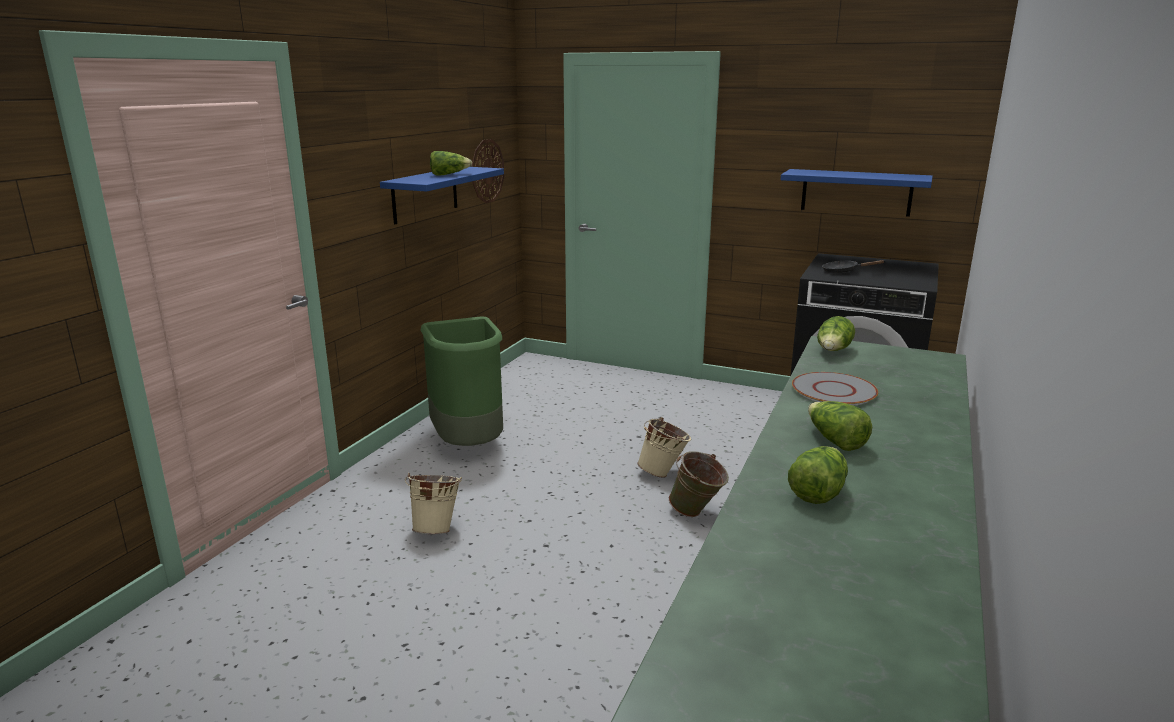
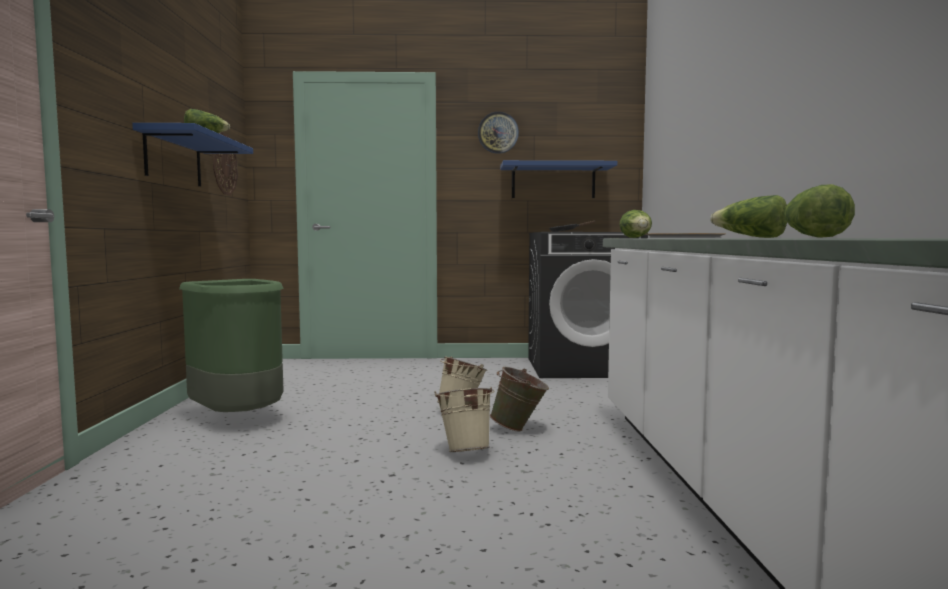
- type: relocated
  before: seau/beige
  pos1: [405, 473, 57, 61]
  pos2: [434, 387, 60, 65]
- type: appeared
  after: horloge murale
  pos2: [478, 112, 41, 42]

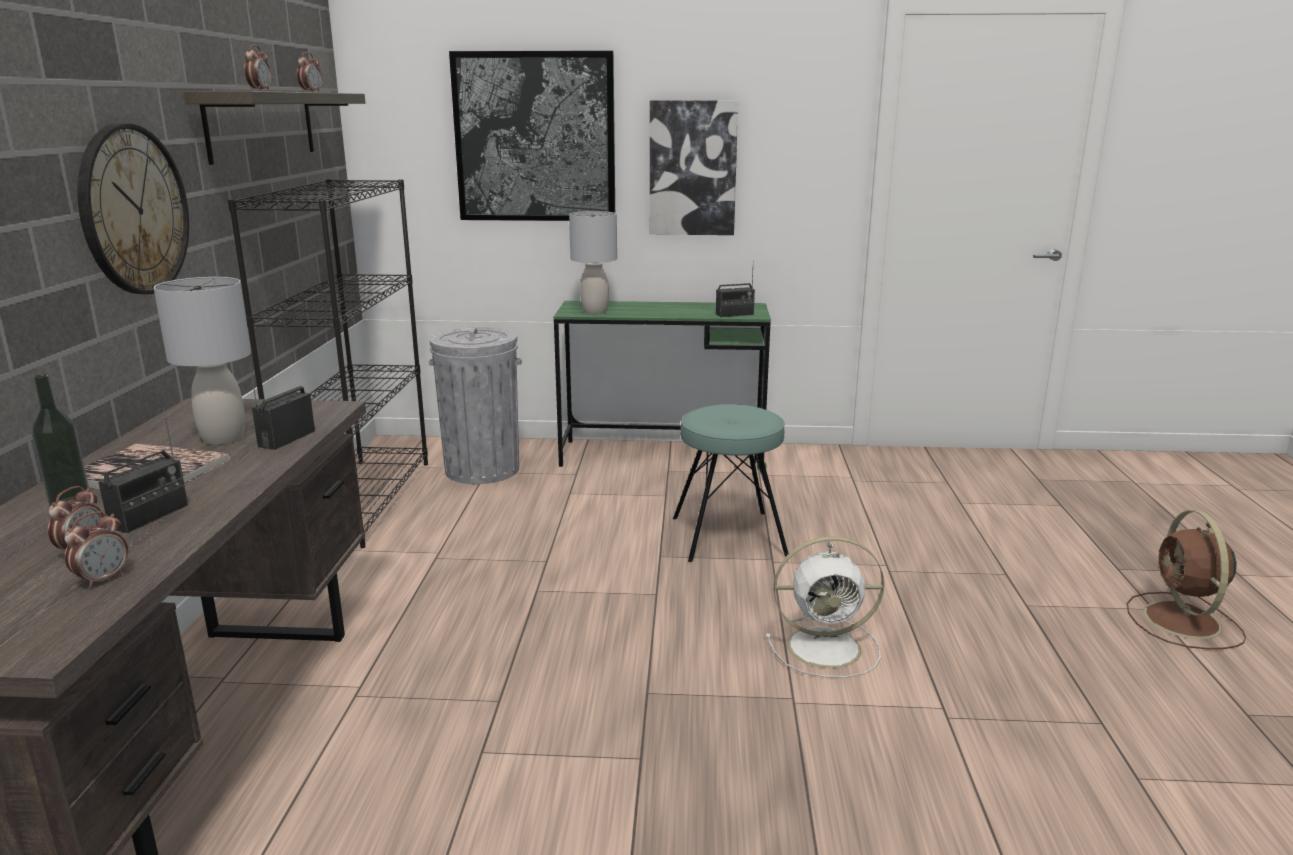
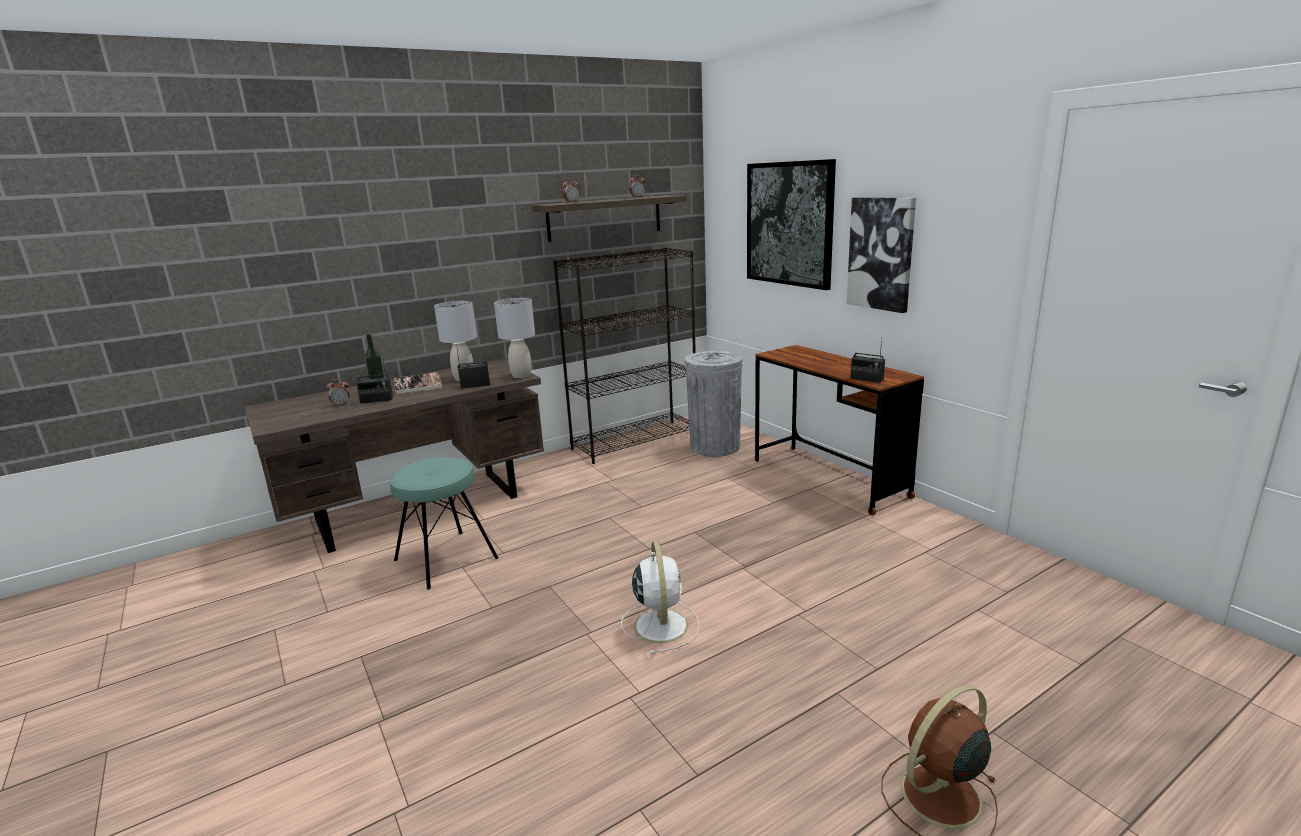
- type: missing
  before: réveil
  pos1: [64, 511, 64, 78]
- type: missing
  before: horloge murale
  pos1: [77, 123, 112, 171]
- type: colour
  before: bureau/vert
  after: bureau/marron
  pos1: [554, 301, 217, 170]
  pos2: [755, 345, 169, 171]
- type: relocated
  before: lampe de table/gris
  pos1: [569, 211, 48, 103]
  pos2: [494, 298, 41, 80]
- type: relocated
  before: tabouret/turquoise
  pos1: [673, 404, 116, 158]
  pos2: [389, 457, 109, 133]
- type: spun
  before: ventilateur/blanc
  pos1: [766, 536, 119, 142]
  pos2: [621, 541, 79, 113]
  turn: -150

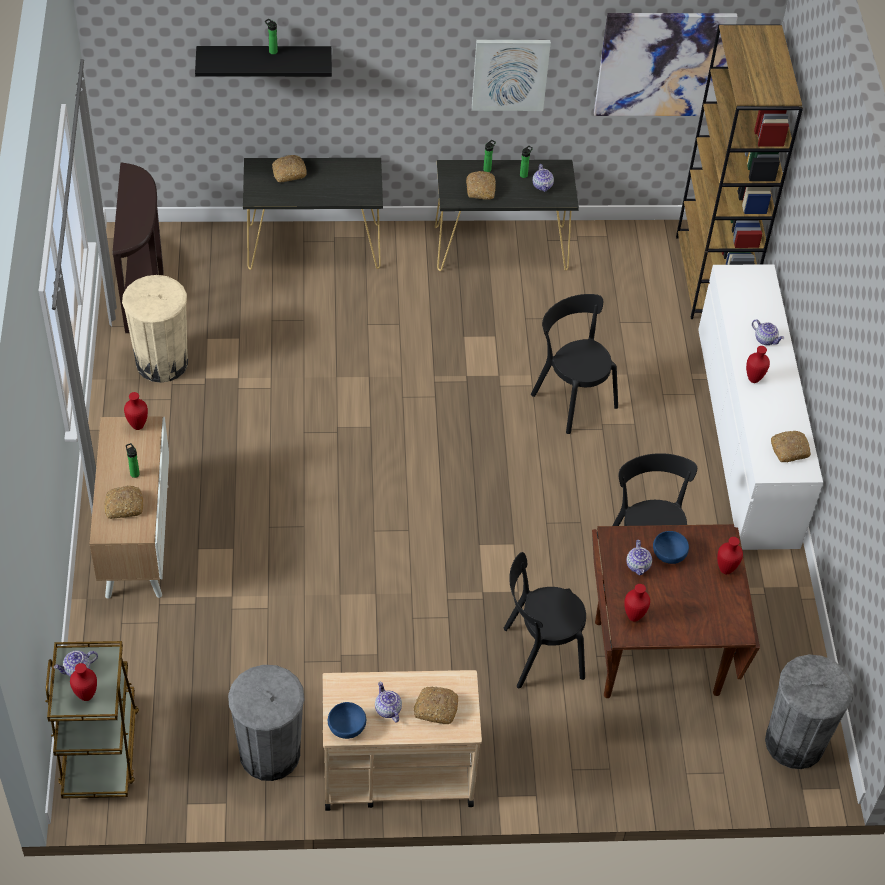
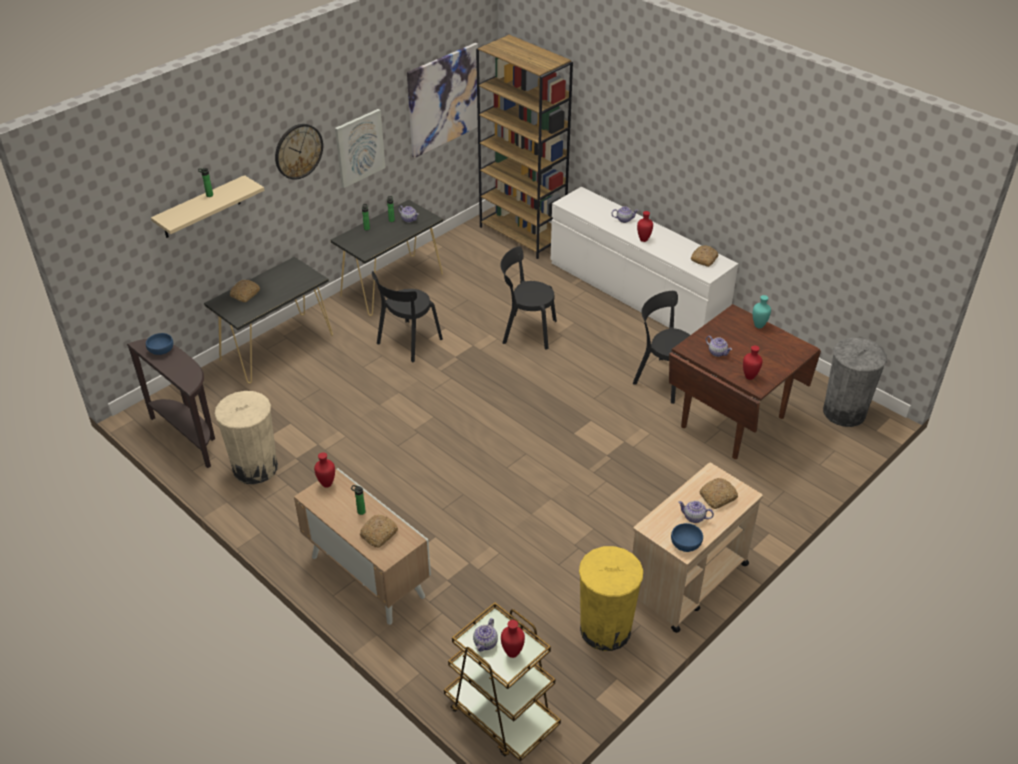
- type: colour
  before: étagère/noir
  after: étagère/beige
  pos1: [195, 46, 137, 31]
  pos2: [151, 175, 113, 63]
- type: colour
  before: poubelle/gris
  after: poubelle/jaune
  pos1: [228, 665, 77, 116]
  pos2: [579, 546, 64, 105]
- type: missing
  before: pain
  pos1: [466, 171, 30, 29]
- type: relocated
  before: chaise/noir
  pos1: [504, 552, 82, 136]
  pos2: [372, 271, 71, 91]
- type: relocated
  before: bol/bleu
  pos1: [653, 531, 36, 33]
  pos2: [146, 333, 27, 22]
- type: colour
  before: vase/rouge
  after: vase/turquoise
  pos1: [717, 537, 26, 37]
  pos2: [753, 295, 18, 33]
- type: appeared
  after: horloge murale
  pos2: [275, 124, 48, 56]

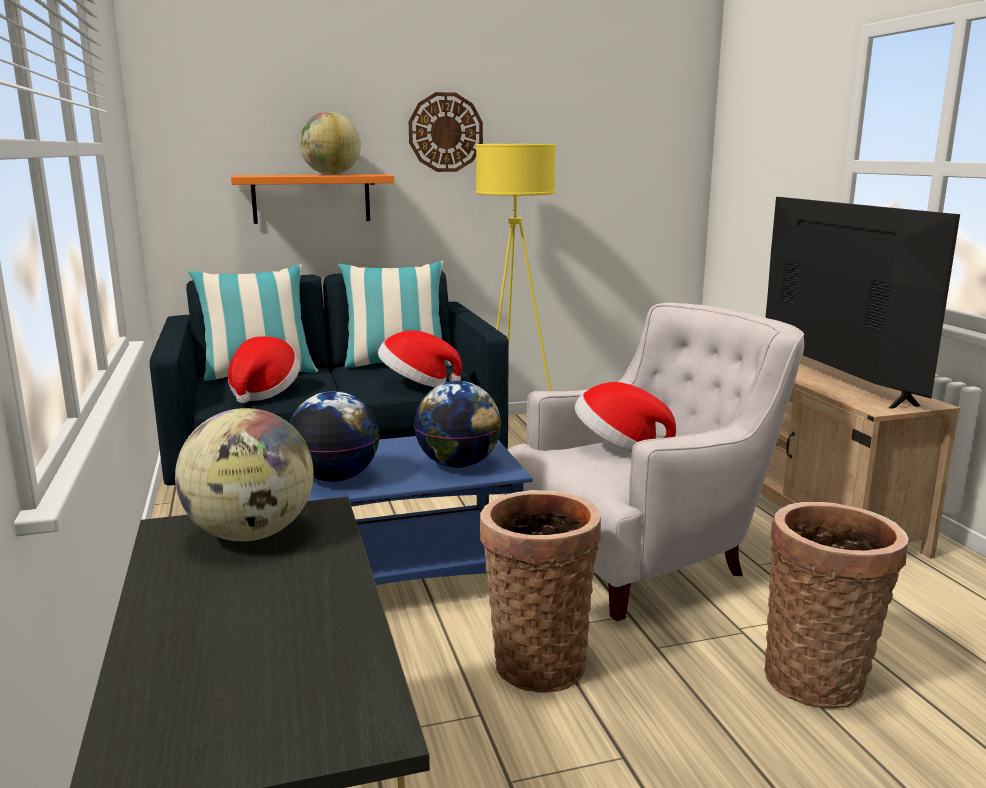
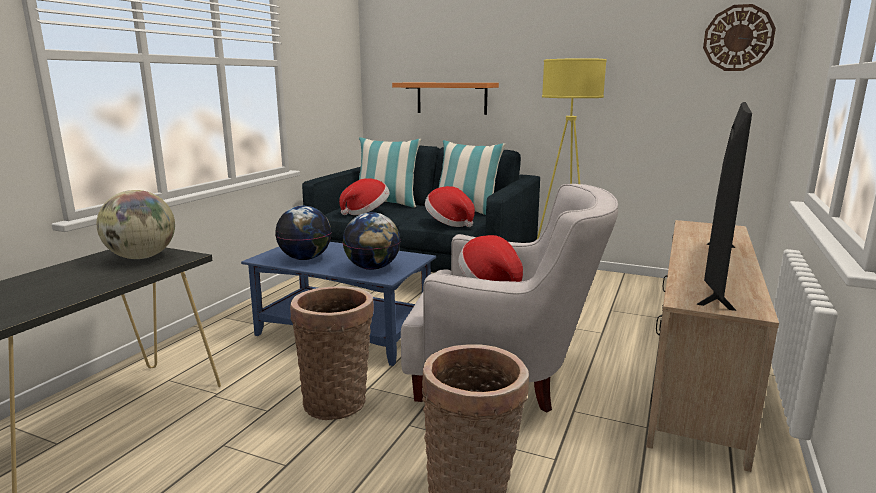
- type: missing
  before: globe
  pos1: [299, 112, 62, 63]
- type: relocated
  before: horloge murale
  pos1: [409, 92, 74, 80]
  pos2: [703, 4, 73, 67]

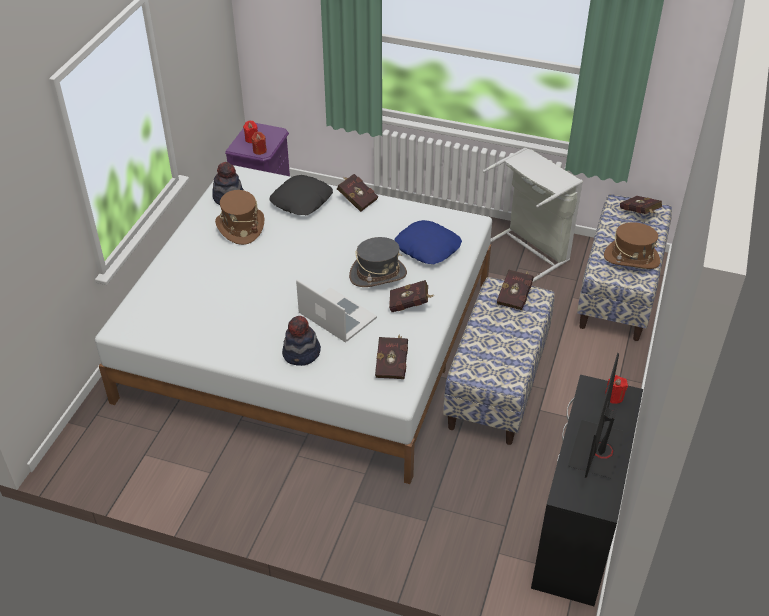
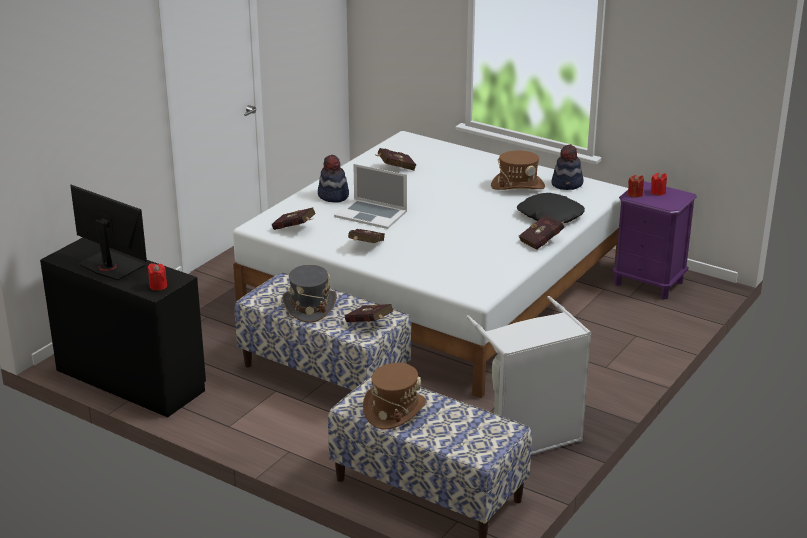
- type: spun
  before: ordinateur portable
  pos1: [296, 280, 81, 62]
  pos2: [334, 164, 73, 65]
  turn: 60
- type: relocated
  before: chapeau/gris
  pos1: [349, 237, 58, 50]
  pos2: [282, 265, 55, 58]
- type: missing
  before: coussin/bleu
  pos1: [395, 220, 67, 44]
- type: relocated
  before: livre/rouge
  pos1: [620, 196, 42, 18]
  pos2: [376, 148, 40, 22]

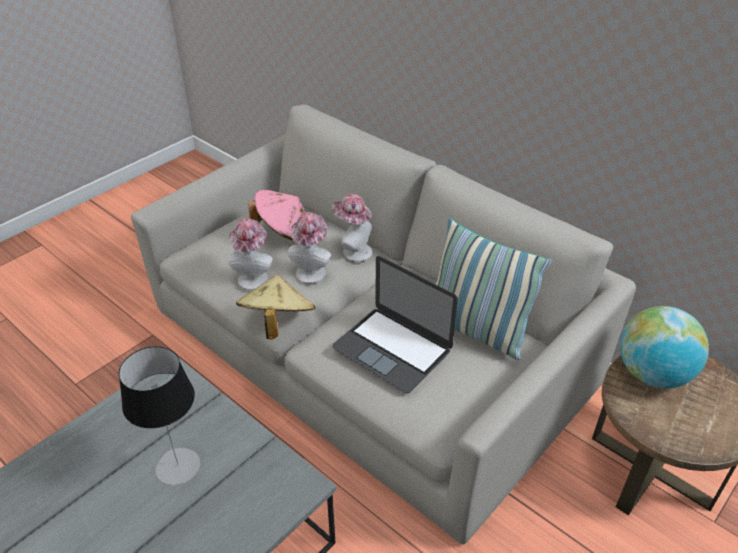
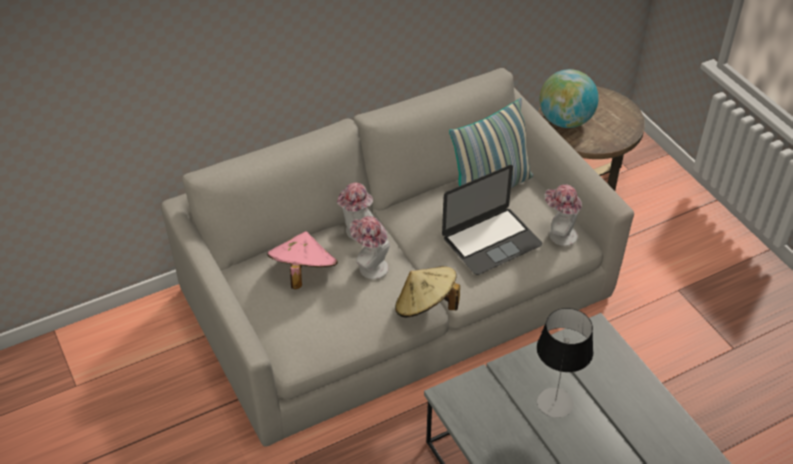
- type: relocated
  before: chapeau
  pos1: [228, 218, 45, 72]
  pos2: [545, 184, 37, 62]

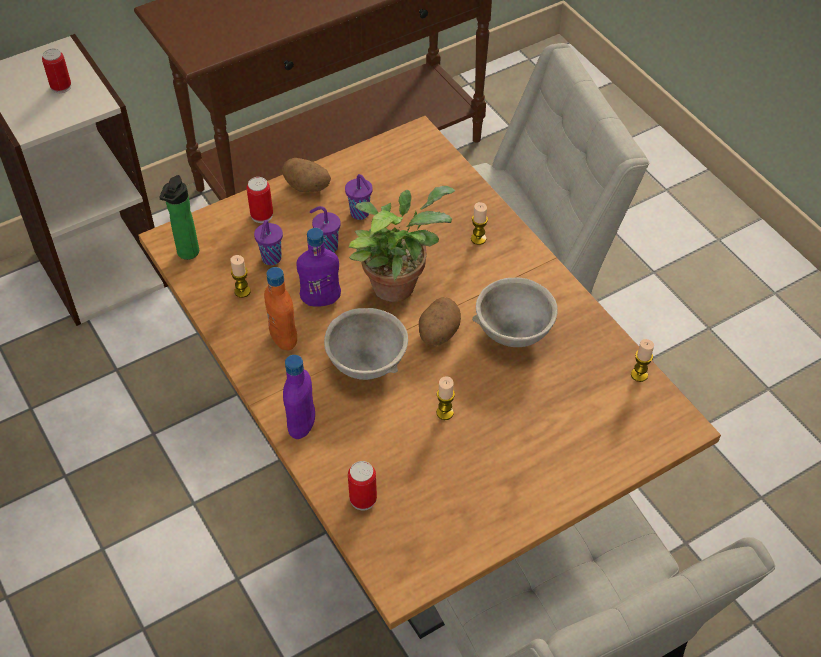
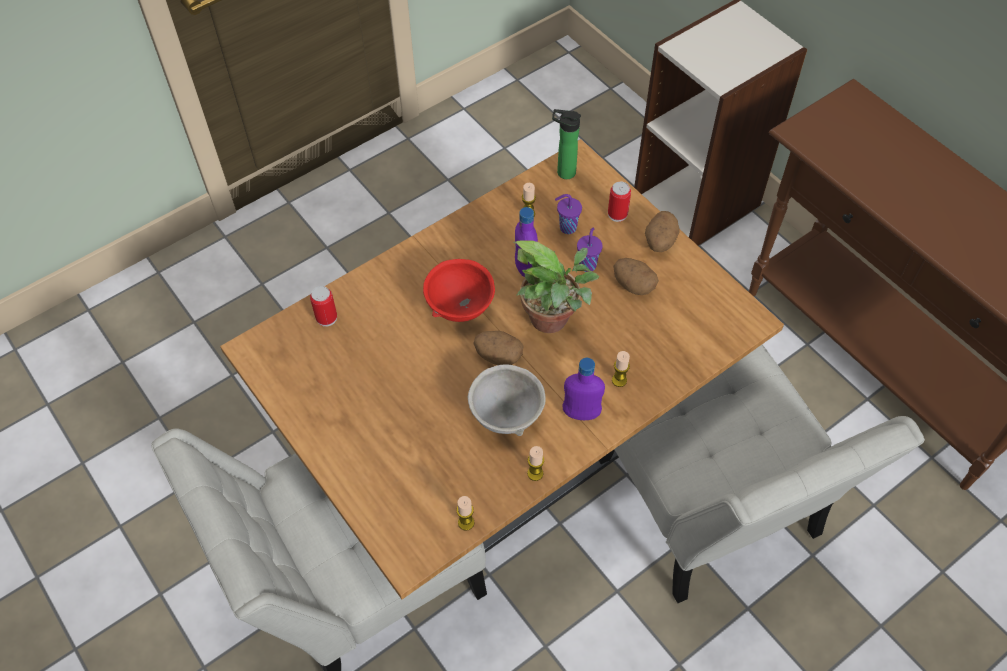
- type: missing
  before: boîte métallique
  pos1: [42, 48, 29, 45]
- type: missing
  before: bouteille/orange
  pos1: [264, 267, 33, 83]
- type: relocated
  before: bouteille/violet
  pos1: [283, 355, 32, 84]
  pos2: [562, 358, 43, 62]
- type: colour
  before: bol/gris
  after: bol/rouge
  pos1: [324, 308, 84, 72]
  pos2: [423, 259, 72, 63]
- type: exchanged
  before: tasse/violet
  after: pomme de terre
  pos1: [345, 174, 28, 46]
  pos2: [613, 258, 46, 37]
- type: relocated
  before: bougie
  pos1: [436, 376, 19, 44]
  pos2: [527, 446, 17, 35]

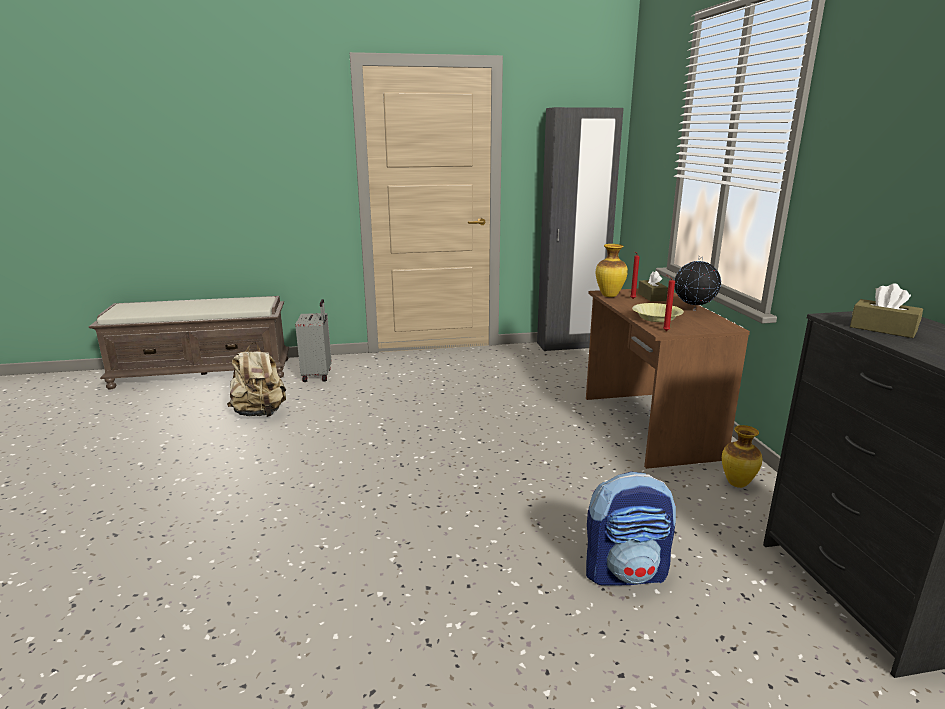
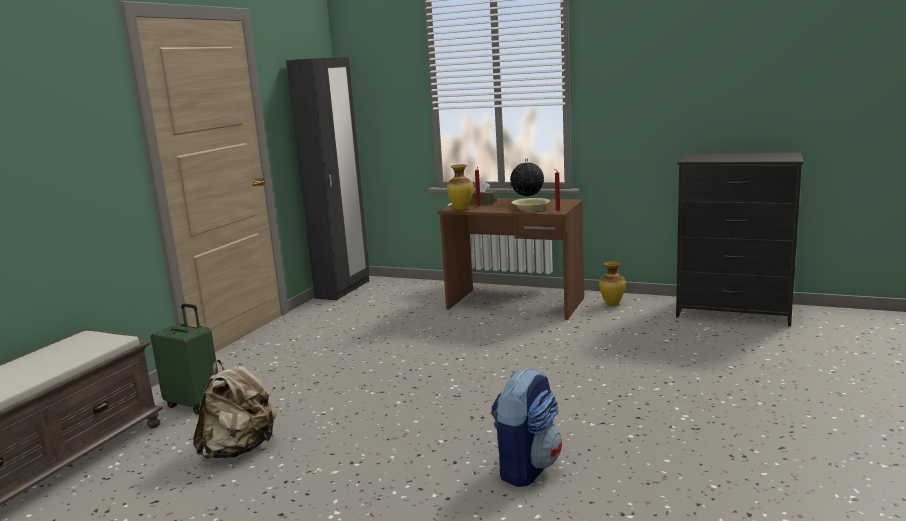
- type: colour
  before: valise/gris
  after: valise/vert
  pos1: [295, 299, 37, 83]
  pos2: [151, 304, 67, 110]
- type: relocated
  before: sac à dos
  pos1: [586, 472, 90, 114]
  pos2: [491, 368, 71, 119]
- type: missing
  before: boîte à mouchoirs/marron
  pos1: [850, 283, 73, 55]

